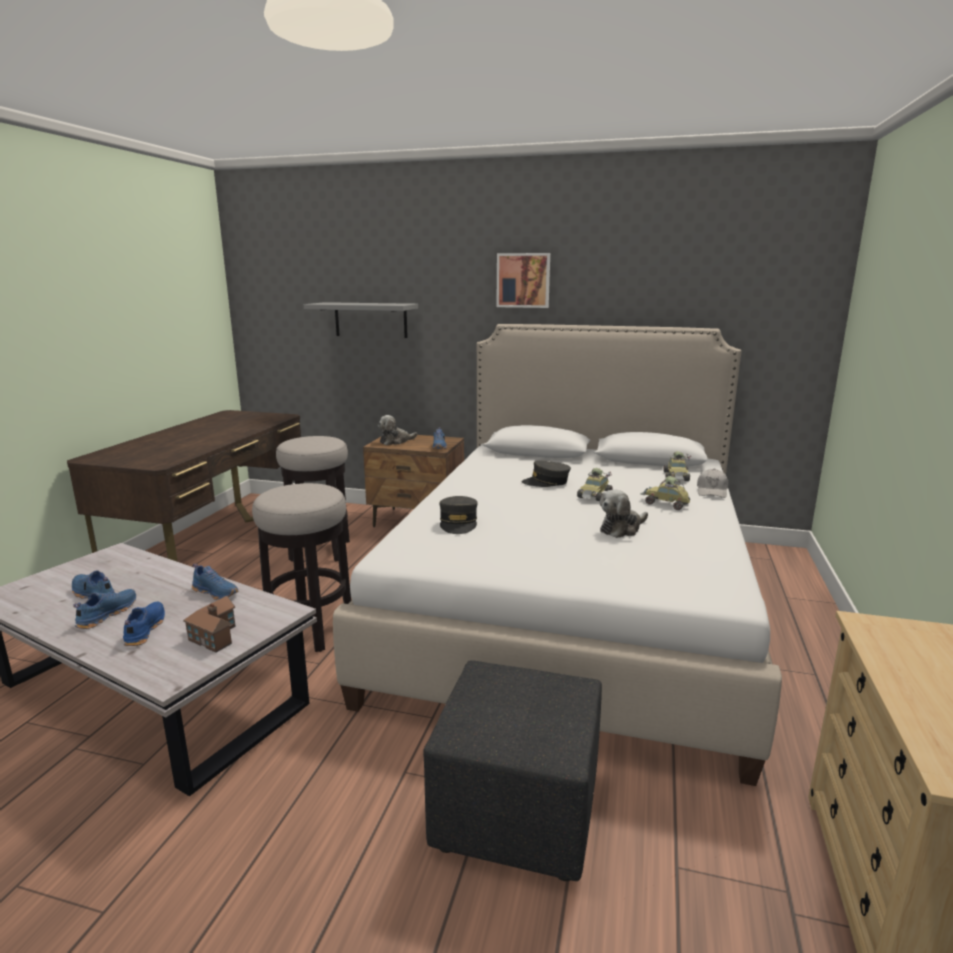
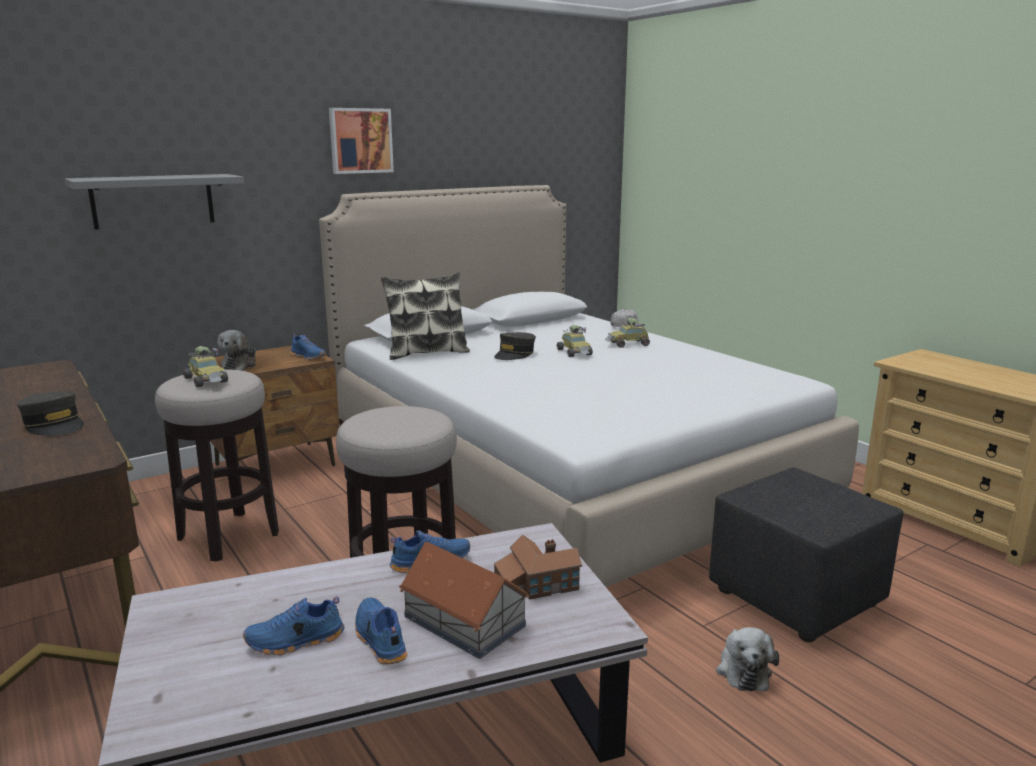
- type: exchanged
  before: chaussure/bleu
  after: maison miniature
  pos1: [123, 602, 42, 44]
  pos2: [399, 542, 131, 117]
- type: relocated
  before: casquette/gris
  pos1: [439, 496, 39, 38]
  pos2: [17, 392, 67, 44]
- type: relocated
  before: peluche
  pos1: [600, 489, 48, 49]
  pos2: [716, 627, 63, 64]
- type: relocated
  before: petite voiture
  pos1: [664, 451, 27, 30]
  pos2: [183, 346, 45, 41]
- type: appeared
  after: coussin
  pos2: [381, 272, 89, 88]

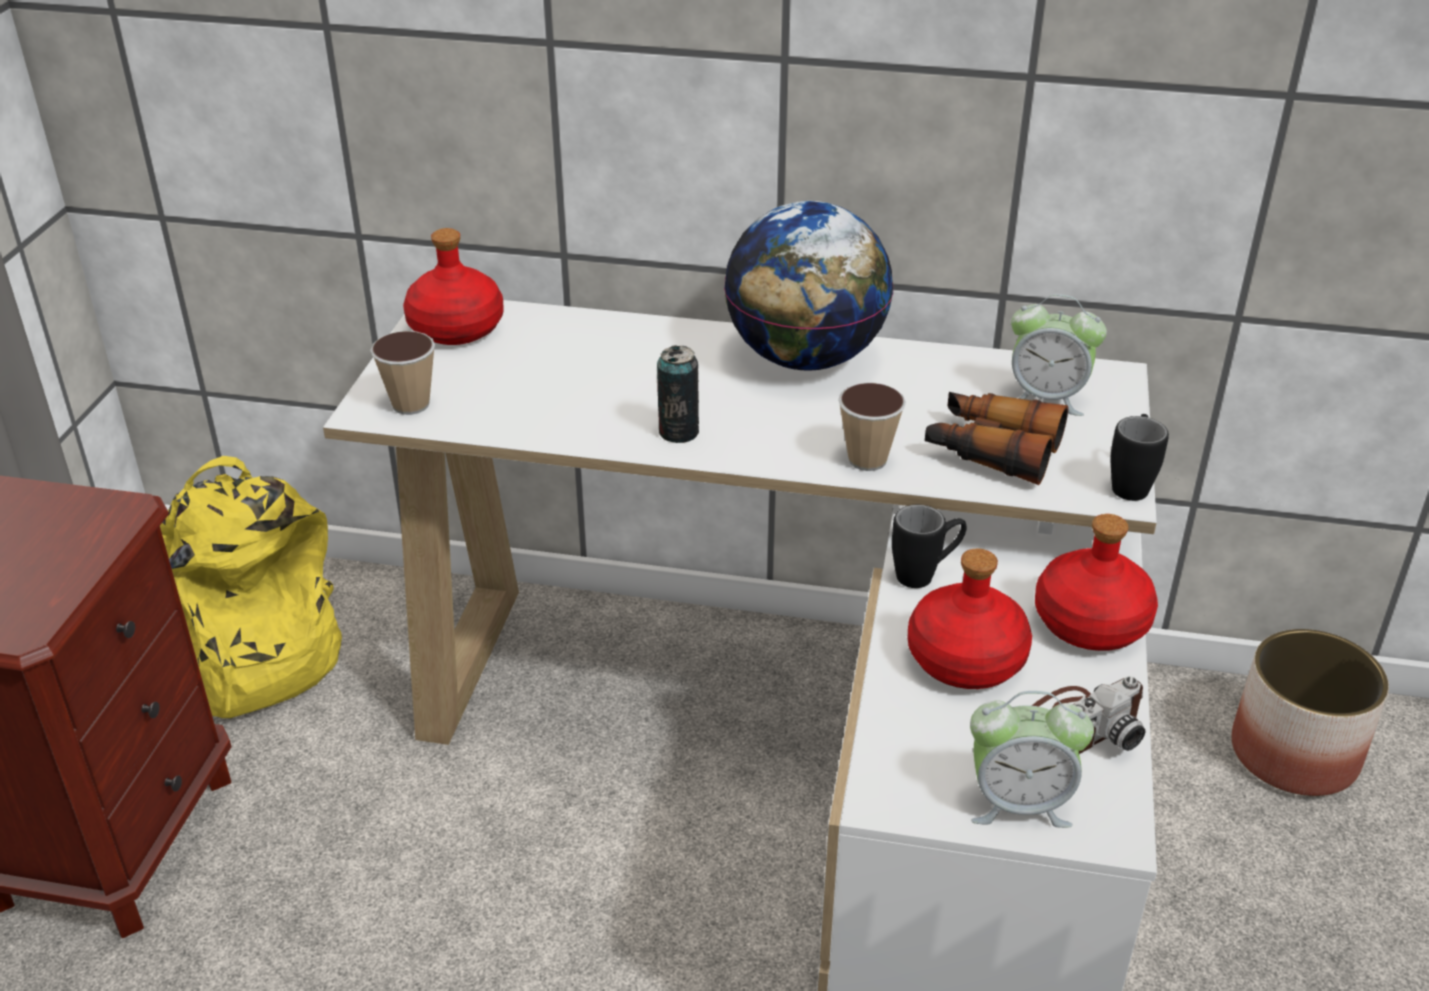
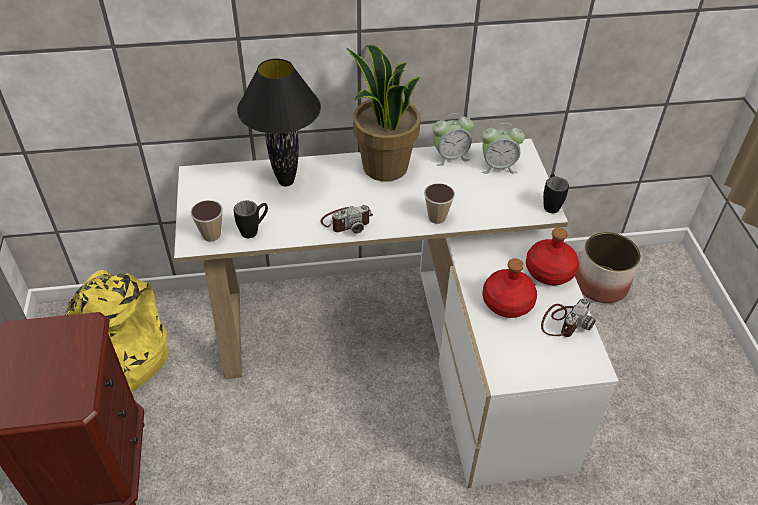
- type: missing
  before: bouteille/rouge
  pos1: [403, 228, 101, 117]
- type: exchanged
  before: boîte métallique
  after: appareil photo
  pos1: [657, 345, 42, 98]
  pos2: [321, 205, 52, 29]
- type: exchanged
  before: globe
  after: plante en pot
  pos1: [724, 201, 170, 170]
  pos2: [347, 45, 74, 137]
- type: relocated
  before: mug/noir
  pos1: [892, 505, 75, 83]
  pos2: [234, 200, 34, 38]
- type: missing
  before: jumelles
  pos1: [925, 392, 143, 93]
- type: relocated
  before: réveil
  pos1: [970, 691, 124, 137]
  pos2: [432, 113, 42, 53]
- type: appeared
  after: lampe de table/noir
  pos2: [237, 58, 84, 128]

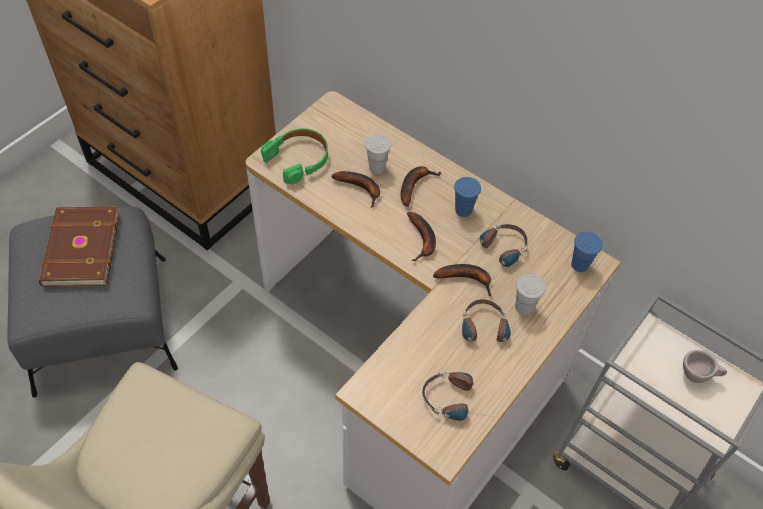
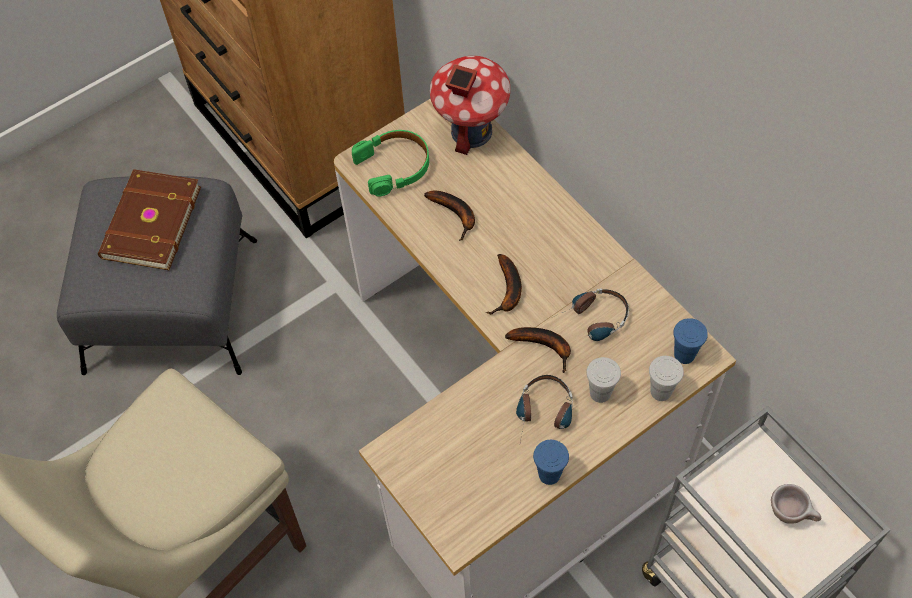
- type: relocated
  before: tasse/blanc
  pos1: [365, 134, 26, 40]
  pos2: [649, 356, 35, 45]
- type: missing
  before: banane
  pos1: [401, 166, 40, 41]
- type: missing
  before: casque audio
  pos1: [422, 372, 71, 49]
- type: relocated
  before: tasse/bleu
  pos1: [454, 177, 27, 40]
  pos2: [533, 440, 36, 45]
- type: appeared
  after: maison miniature
  pos2: [430, 56, 80, 99]

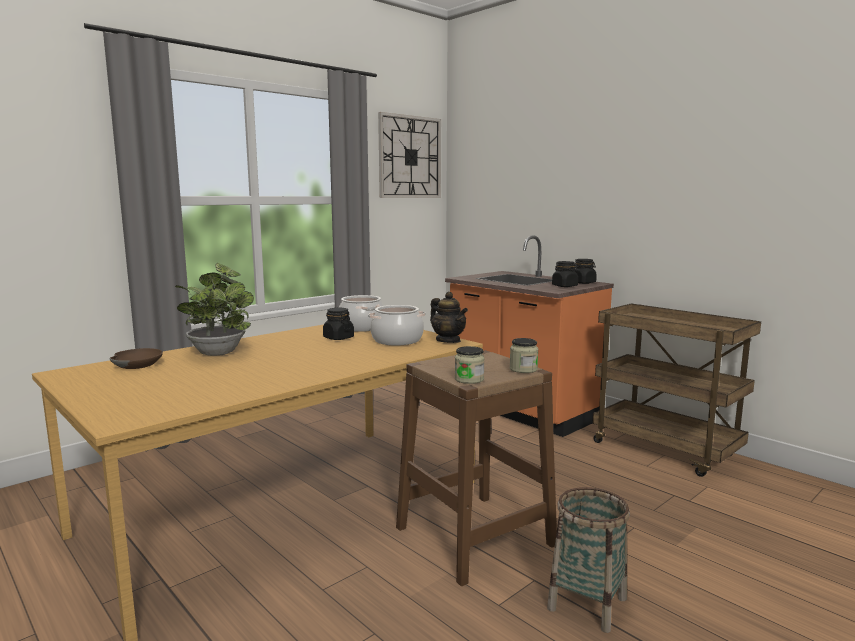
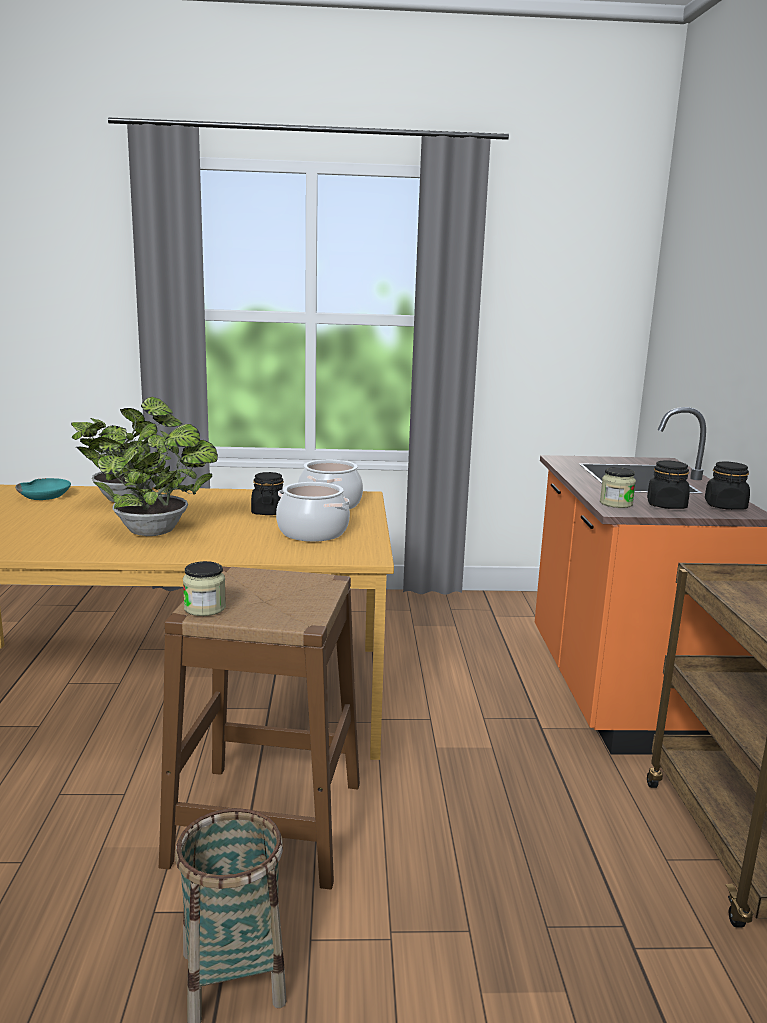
- type: colour
  before: bol/marron
  after: bol/turquoise
  pos1: [109, 348, 54, 21]
  pos2: [15, 478, 56, 22]
- type: missing
  before: horloge murale
  pos1: [378, 112, 63, 86]
- type: missing
  before: théière
  pos1: [430, 292, 38, 51]
- type: relocated
  before: bocal
  pos1: [510, 338, 28, 35]
  pos2: [600, 467, 36, 41]
- type: appeared
  after: plante en pot
  pos2: [89, 424, 129, 112]

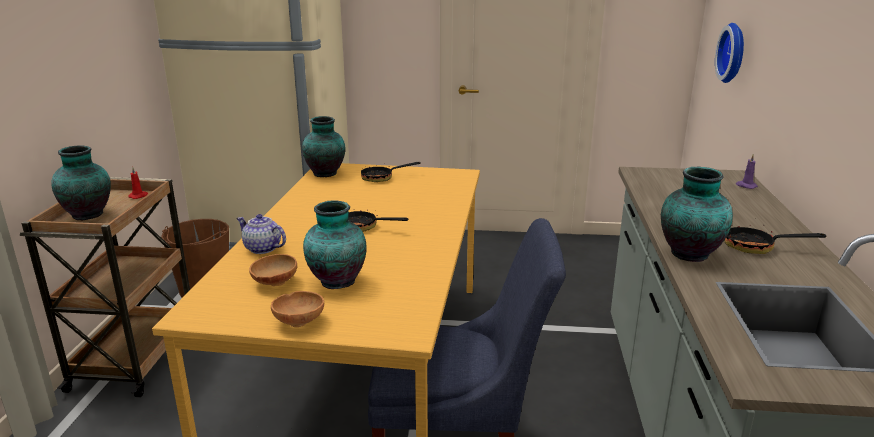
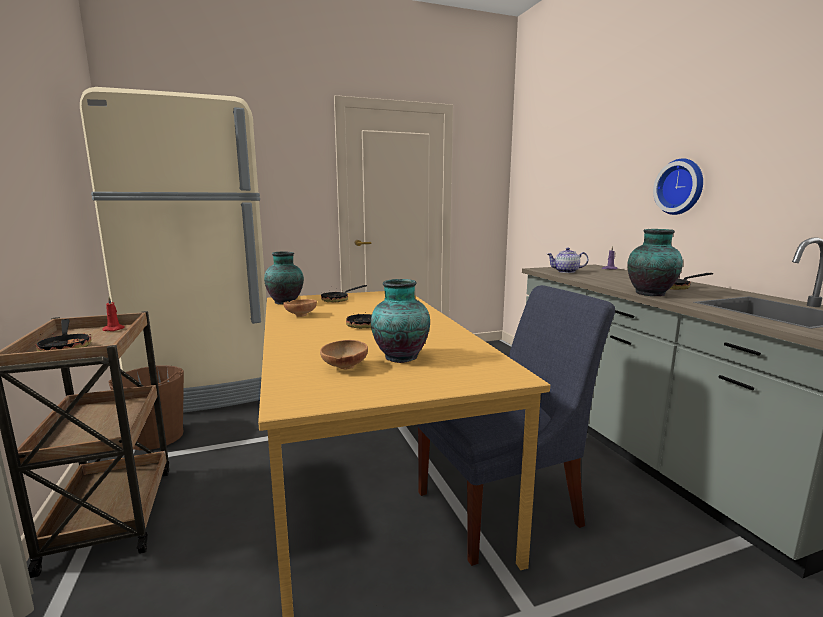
- type: exchanged
  before: vase
  after: poêle
  pos1: [51, 146, 60, 74]
  pos2: [35, 319, 57, 32]
- type: relocated
  before: théière
  pos1: [236, 214, 50, 40]
  pos2: [547, 247, 42, 26]
- type: relocated
  before: bol/marron
  pos1: [271, 291, 53, 36]
  pos2: [284, 299, 33, 18]
- type: relocated
  before: horloge murale
  pos1: [715, 23, 29, 60]
  pos2: [653, 158, 50, 57]

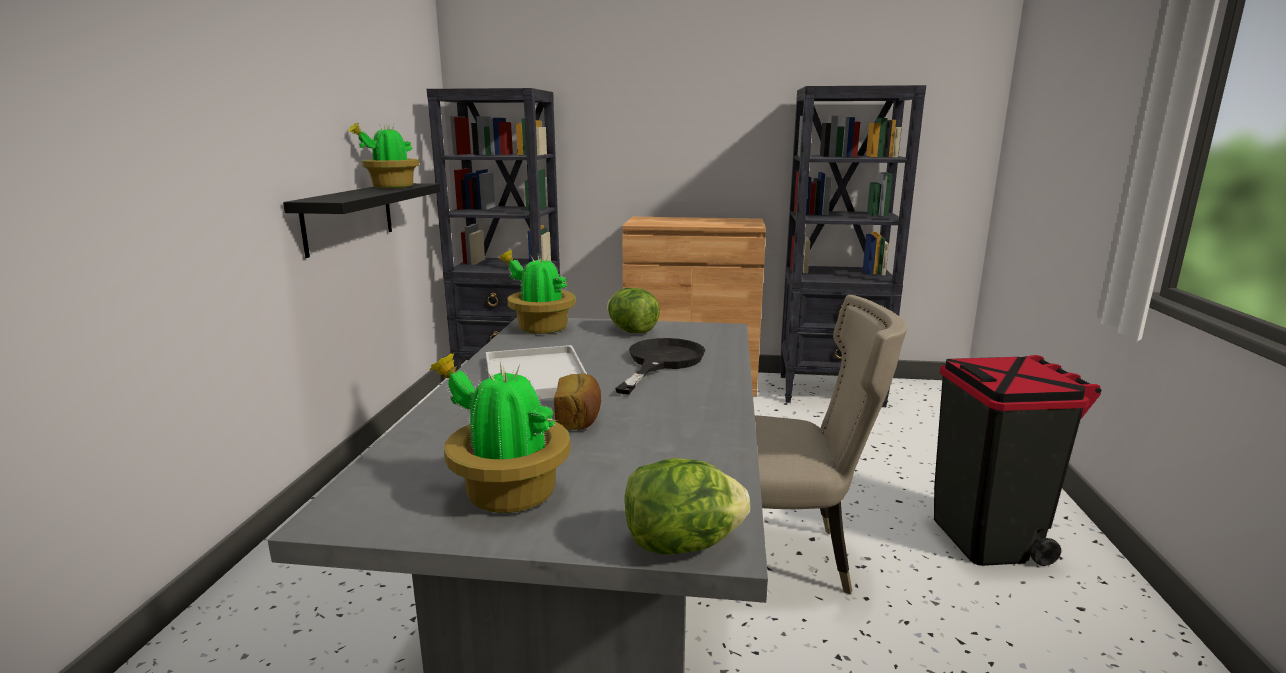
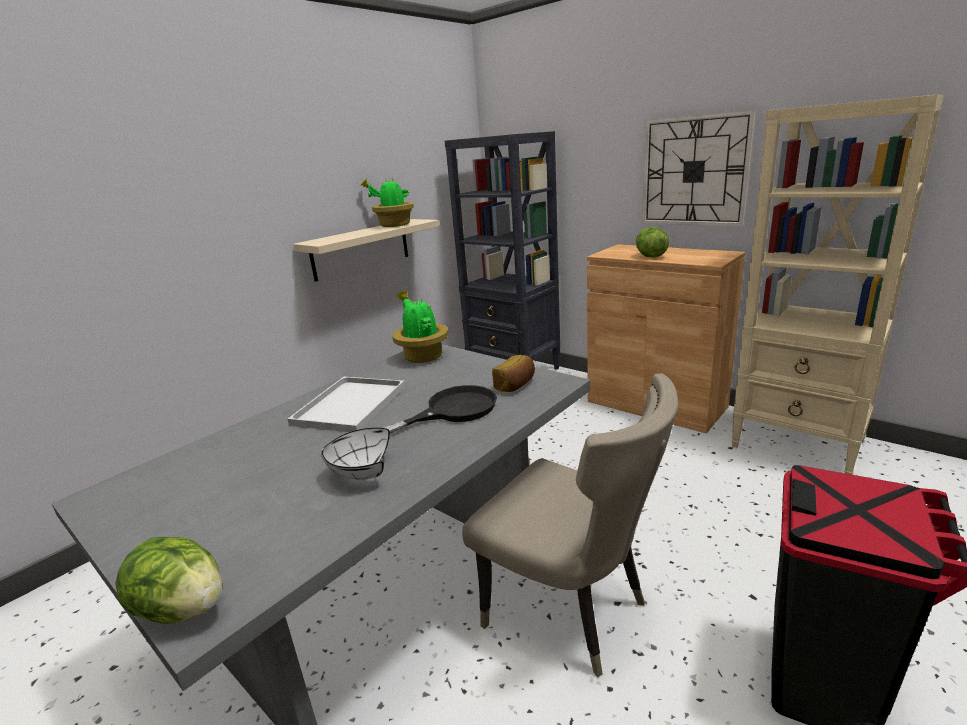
- type: colour
  before: étagère/noir
  after: étagère/beige
  pos1: [283, 183, 157, 75]
  pos2: [293, 219, 146, 63]
- type: missing
  before: plante en pot
  pos1: [429, 353, 142, 160]
- type: relocated
  before: pain
  pos1: [554, 374, 47, 56]
  pos2: [492, 355, 43, 37]
- type: relocated
  before: laitue
  pos1: [607, 288, 53, 45]
  pos2: [636, 227, 33, 31]
- type: colour
  before: bibliothèque/noir
  after: bibliothèque/beige
  pos1: [780, 85, 146, 322]
  pos2: [731, 95, 213, 380]
- type: appeared
  after: bol/blanc
  pos2: [321, 428, 69, 52]
- type: appeared
  after: horloge murale
  pos2: [642, 110, 114, 117]

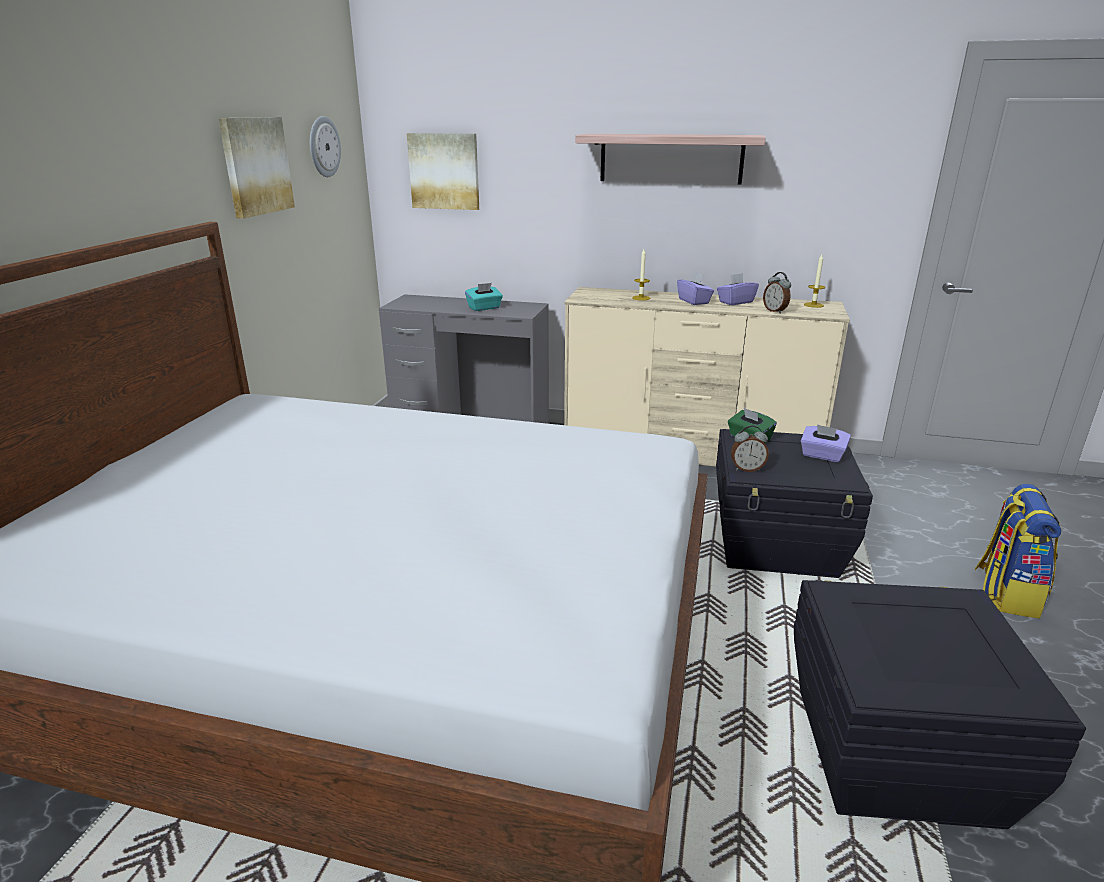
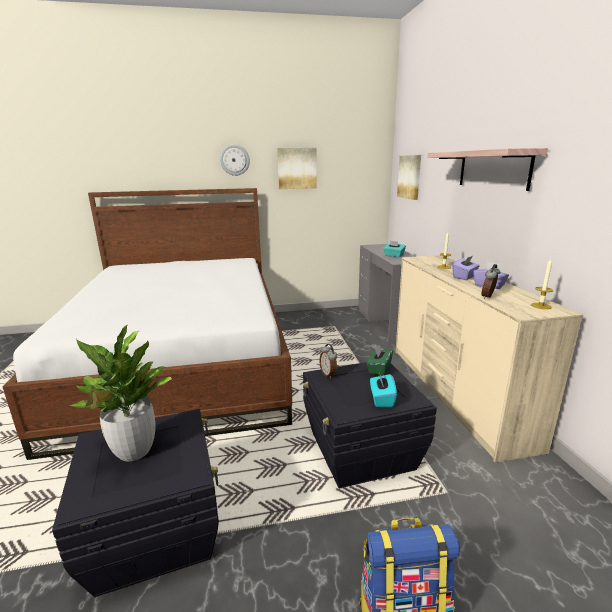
- type: relocated
  before: horloge murale
  pos1: [310, 116, 31, 61]
  pos2: [220, 144, 30, 32]
- type: colour
  before: boîte à mouchoirs/violet
  after: boîte à mouchoirs/turquoise
  pos1: [801, 424, 50, 38]
  pos2: [370, 372, 27, 35]
- type: appeared
  after: plante en pot
  pos2: [71, 324, 101, 138]

